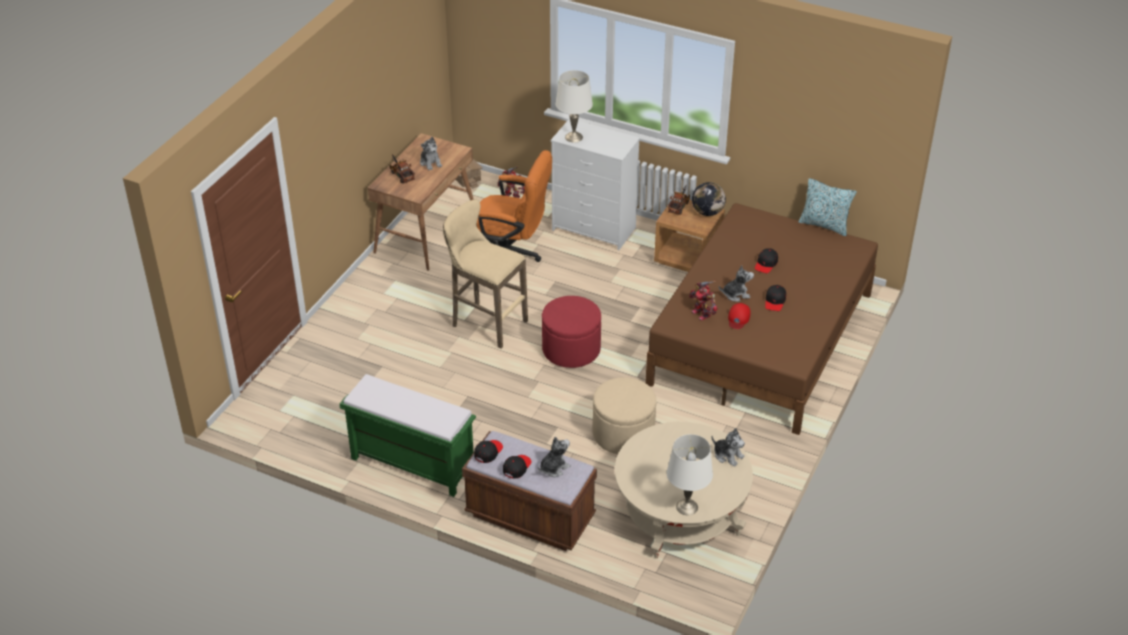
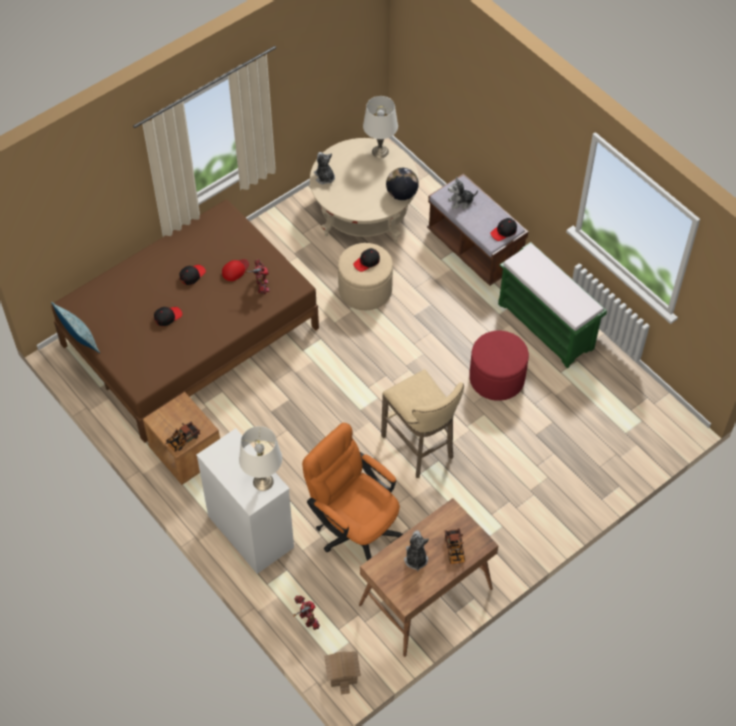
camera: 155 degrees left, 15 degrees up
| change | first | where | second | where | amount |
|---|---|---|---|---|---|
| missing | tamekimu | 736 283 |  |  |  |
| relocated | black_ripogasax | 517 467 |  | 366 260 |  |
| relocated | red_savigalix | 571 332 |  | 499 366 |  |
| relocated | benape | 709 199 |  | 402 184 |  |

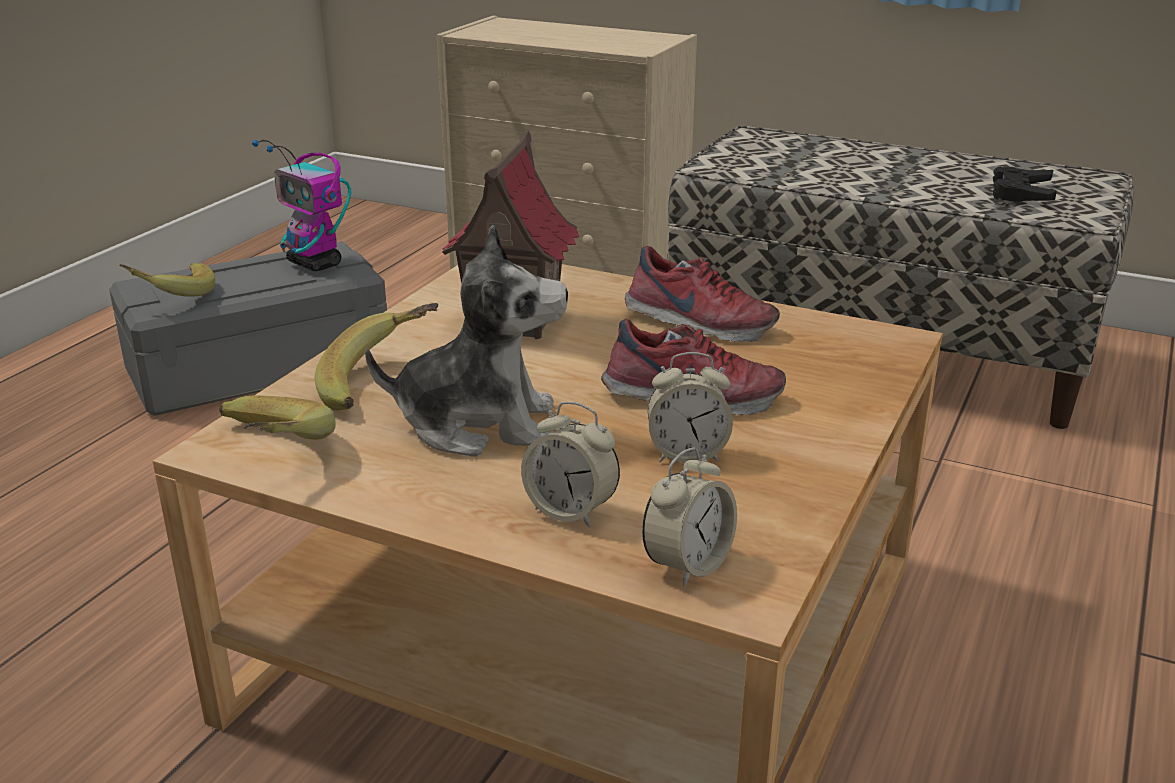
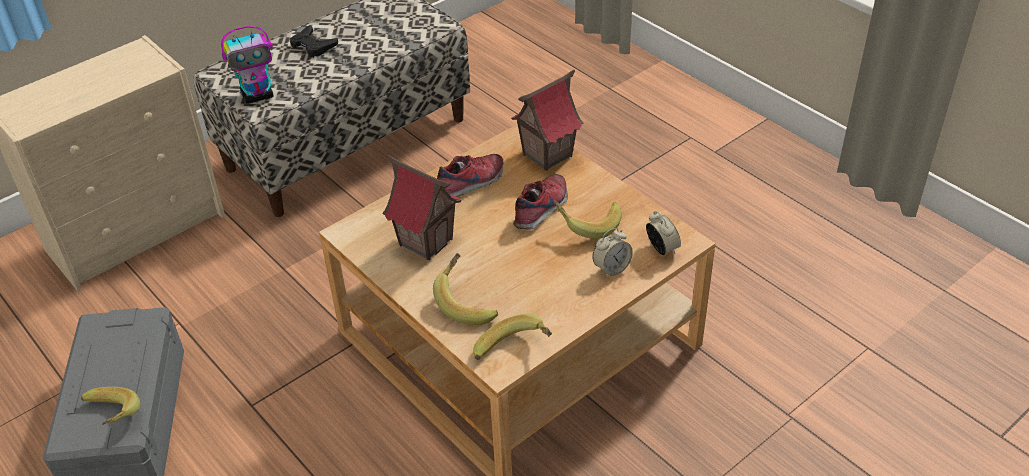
camera: 65 degrees left, 15 degrees up
| change | first | where | second | where | amount |
|---|---|---|---|---|---|
| missing | tamekimu | 466 340 |  |  |  |
| appeared |  |  | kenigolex | 547 120 |  |
| relocated | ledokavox | 301 205 |  | 247 65 |  |
| relocated | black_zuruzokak | 1025 184 |  | 313 41 |  |
| exchanged | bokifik | 690 407 | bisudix | 587 219 |  |

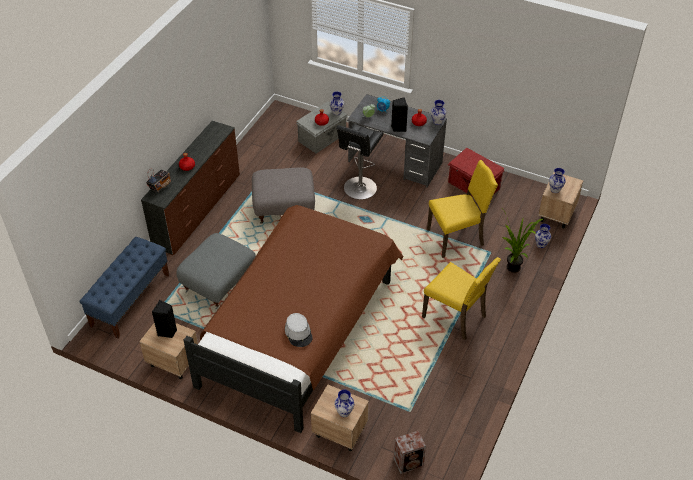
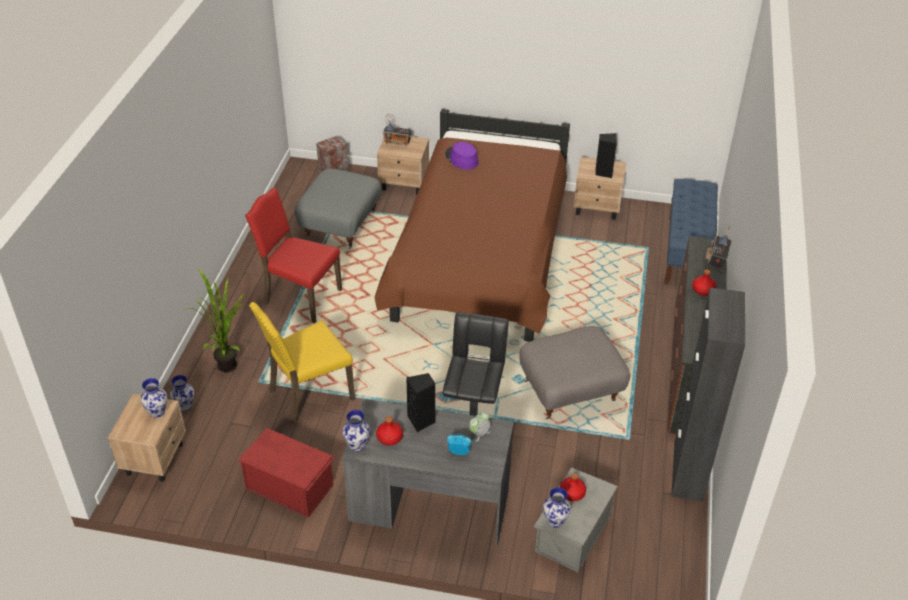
camera: 165 degrees right, 5 degrees down
| change | first | where | second | where | amount |
|---|---|---|---|---|---|
| appeared |  |  | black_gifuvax | 708 394 |  |
| relocated | grey_savigalix | 216 271 |  | 338 208 |  |
| exchanged | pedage | 344 403 | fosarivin | 397 130 |  |
| colour | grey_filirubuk | 299 330 | purple_filirubuk | 462 156 |  |
| colour | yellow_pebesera | 461 298 | red_pebesera | 293 255 |  |

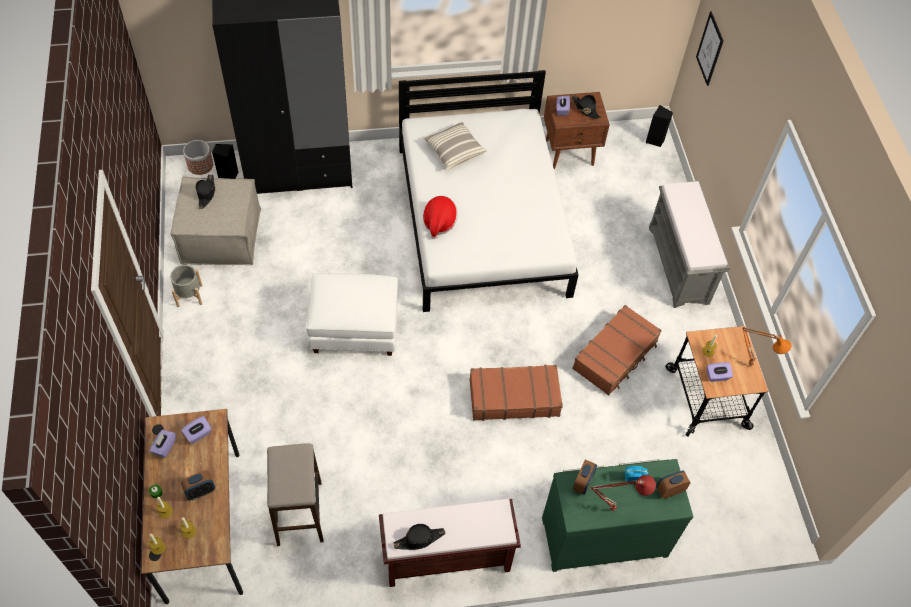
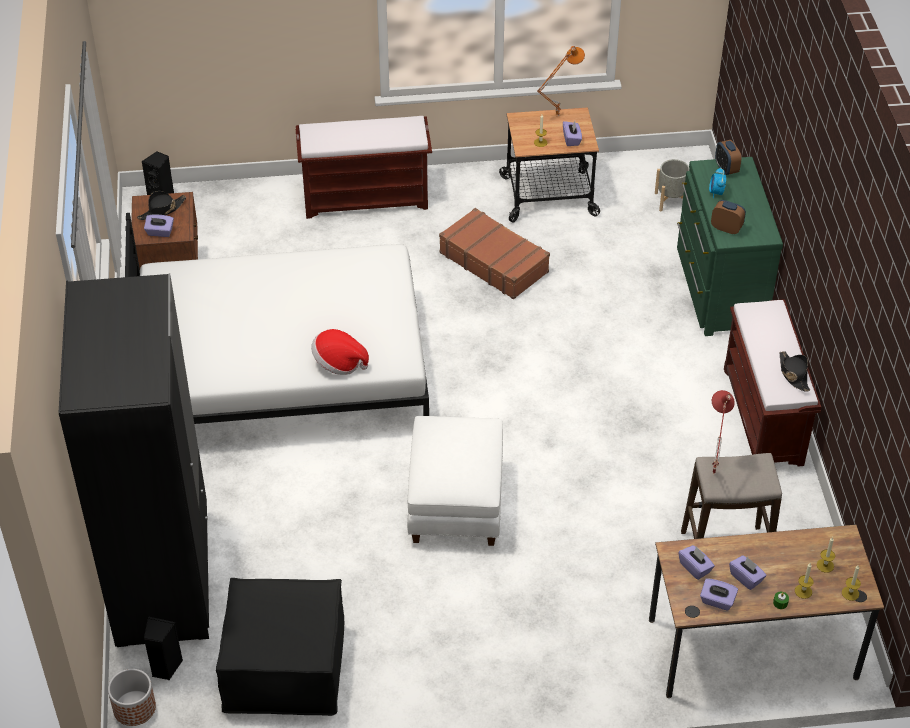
camera: 85 degrees left, 10 degrees down
| change | first | where | second | where | amount |
|---|---|---|---|---|---|
| missing | bokifik | 198 485 |  |  |  |
| missing | black_filirubuk | 205 192 |  |  |  |
| missing | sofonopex | 455 146 |  |  |  |
| missing | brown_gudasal | 516 393 |  |  |  |
| missing | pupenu | 709 48 |  |  |  |
| appeared |  |  | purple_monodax | 747 572 |  |
| relocated | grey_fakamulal | 186 286 |  | 672 185 |  |
| relocated | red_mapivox | 623 493 |  | 723 431 |  |
| colour | beige_savigalix | 215 220 | black_savigalix | 280 647 |  |
| colour | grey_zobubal | 689 244 | brown_zobubal | 364 167 |  |

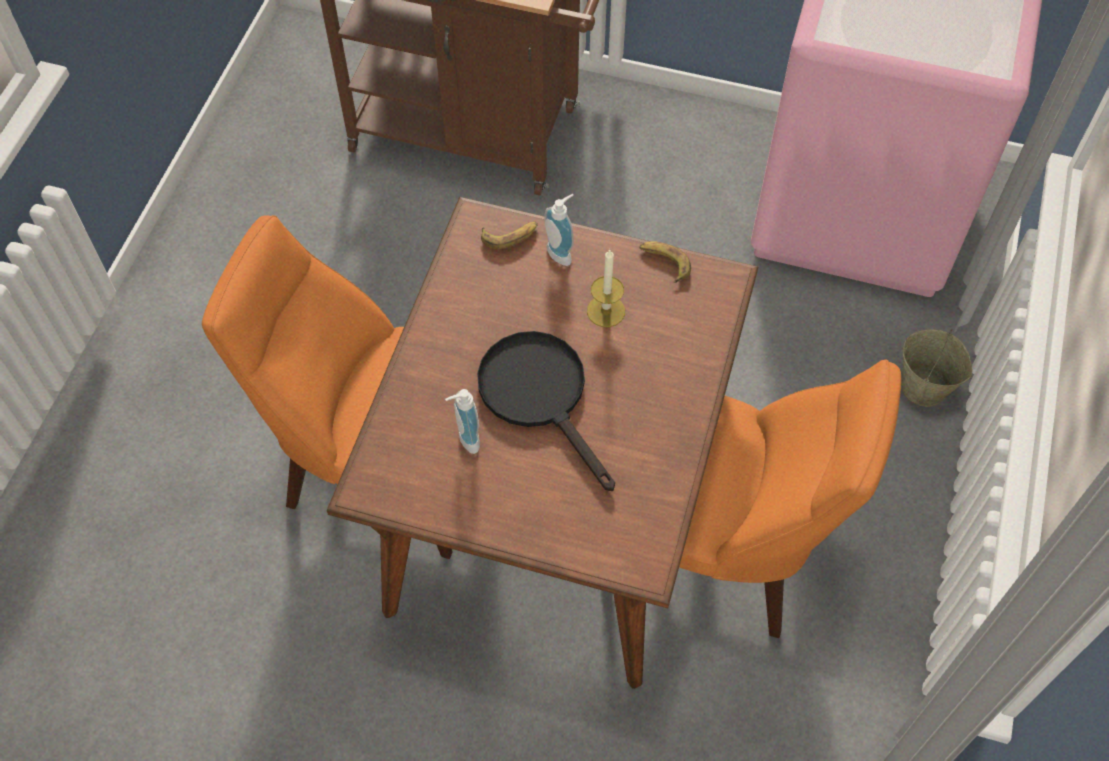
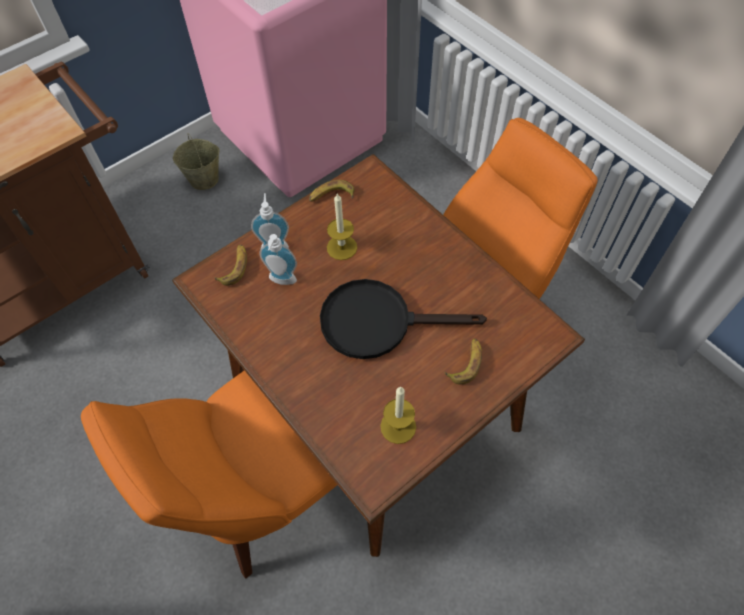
camera: 55 degrees left, 0 degrees up
| change | first | where | second | where | amount |
|---|---|---|---|---|---|
| appeared |  |  | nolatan | 398 415 |  |
| appeared |  |  | bisudix | 463 361 |  |
| relocated | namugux | 462 421 |  | 278 259 |  |
| relocated | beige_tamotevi | 936 368 |  | 196 161 |  |

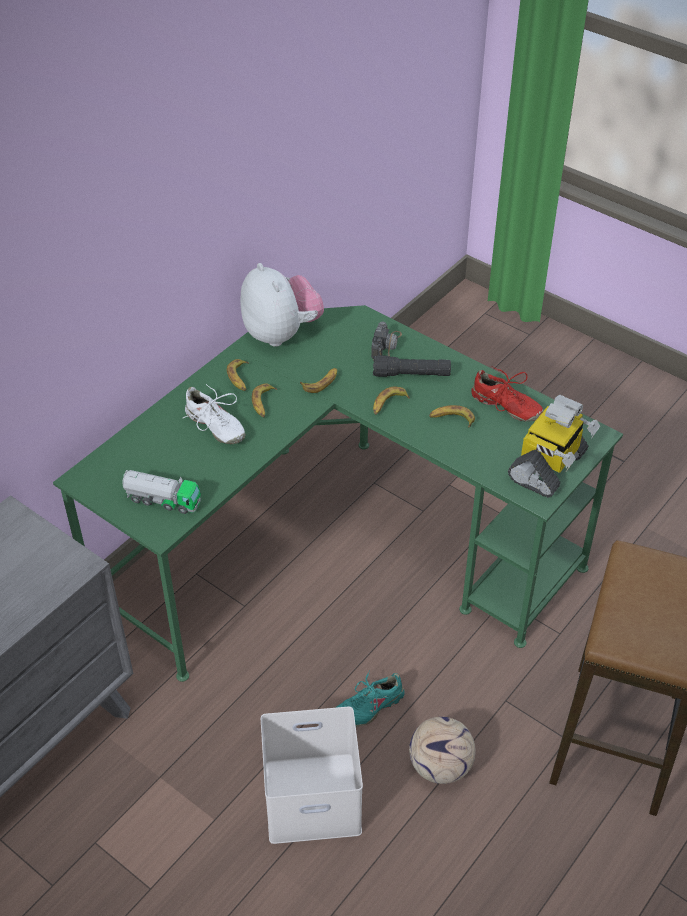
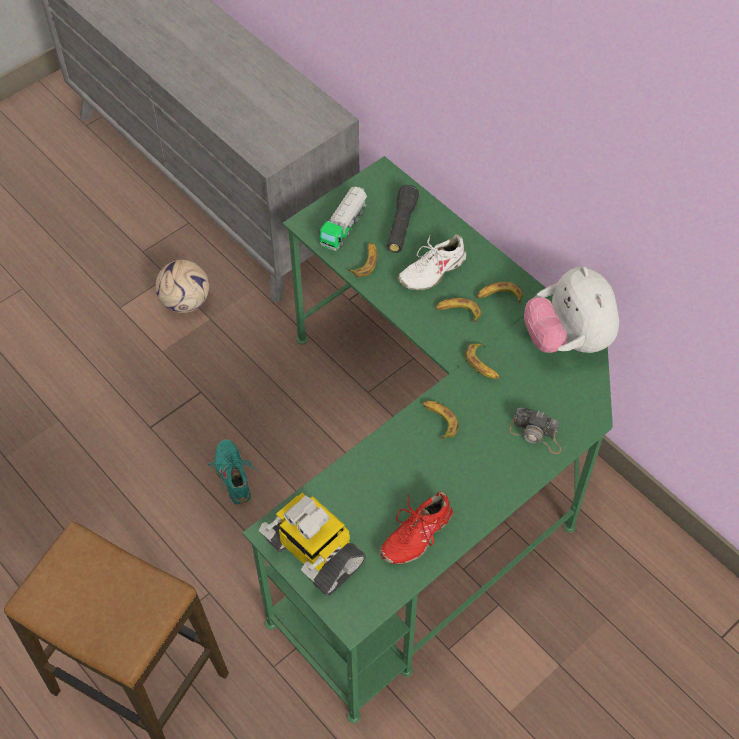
camera: 100 degrees right, 10 degrees up
| change | first | where | second | where | amount |
|---|---|---|---|---|---|
| missing | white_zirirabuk | 312 775 |  |  |  |
| relocated | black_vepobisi | 412 366 |  | 403 219 |  |
| relocated | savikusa | 442 750 |  | 182 286 |  |
| relocated | bisudix | 452 416 |  | 362 260 |  |
| spun | tamekimu | 282 305 |  | 571 309 | 90 degrees clockwise |

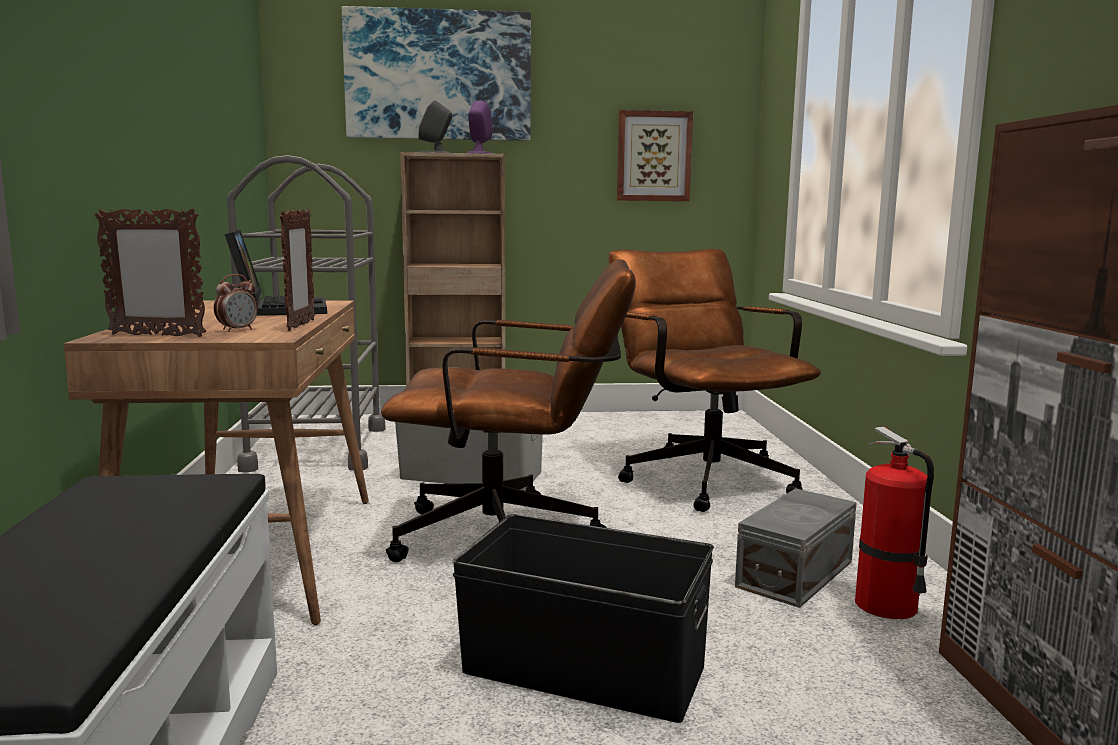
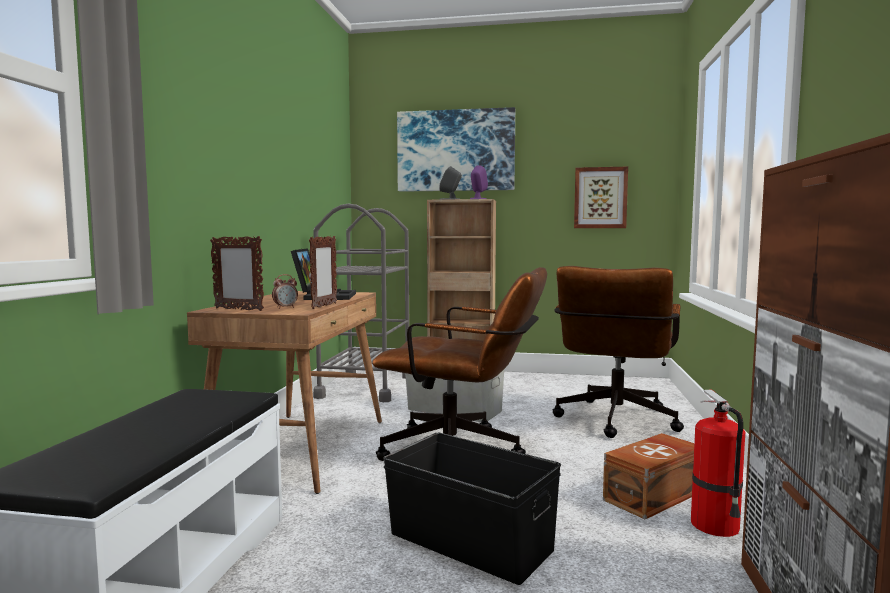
camera: 15 degrees right, 5 degrees down
| change | first | where | second | where | amount |
|---|---|---|---|---|---|
| colour | grey_zirirabuk | 796 548 | brown_zirirabuk | 648 476 |  |
| spun | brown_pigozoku | 714 380 |  | 618 352 | 150 degrees counterclockwise |

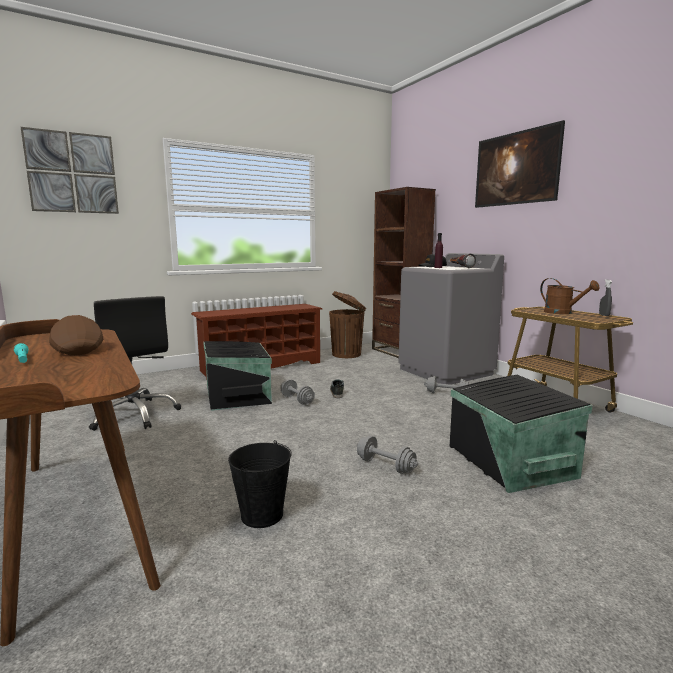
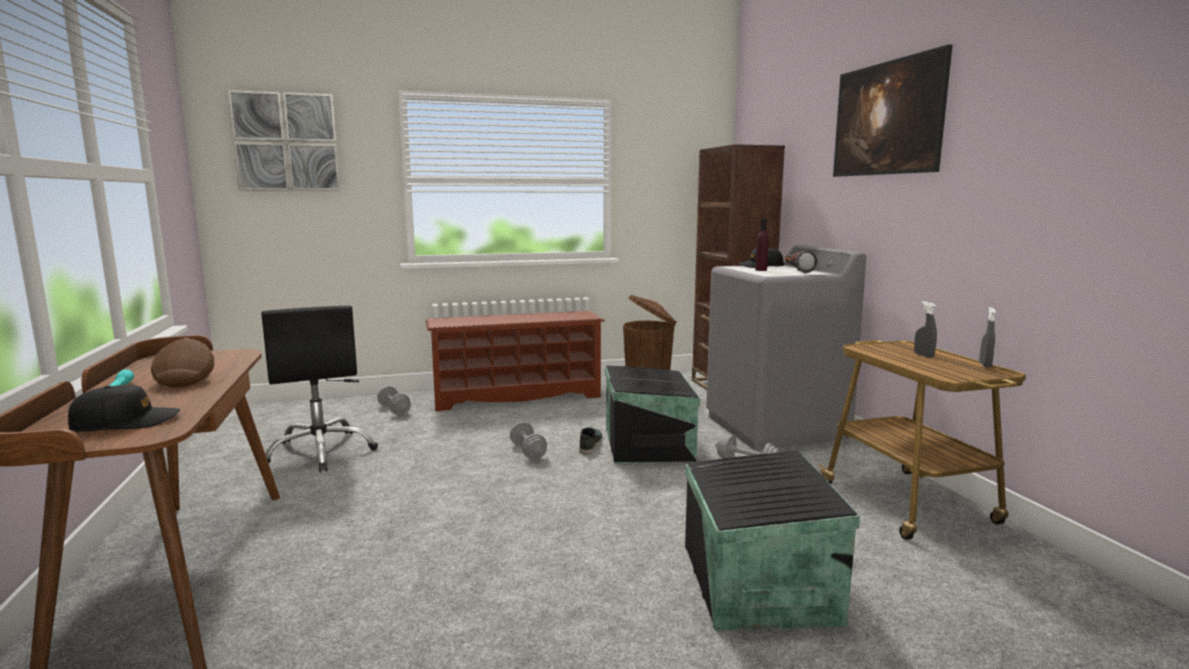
camera: 15 degrees right, 0 degrees up
| change | first | where | second | where | amount |
|---|---|---|---|---|---|
| missing | black_tamotevi | 260 484 |  |  |  |
| appeared |  |  | black_ripogasax | 124 408 |  |
| relocated | black_zirirabuk | 237 376 |  | 652 415 |  |
| relocated | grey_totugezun | 387 455 |  | 394 400 |  |
| exchanged | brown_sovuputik | 570 296 | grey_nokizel | 925 329 |  |

